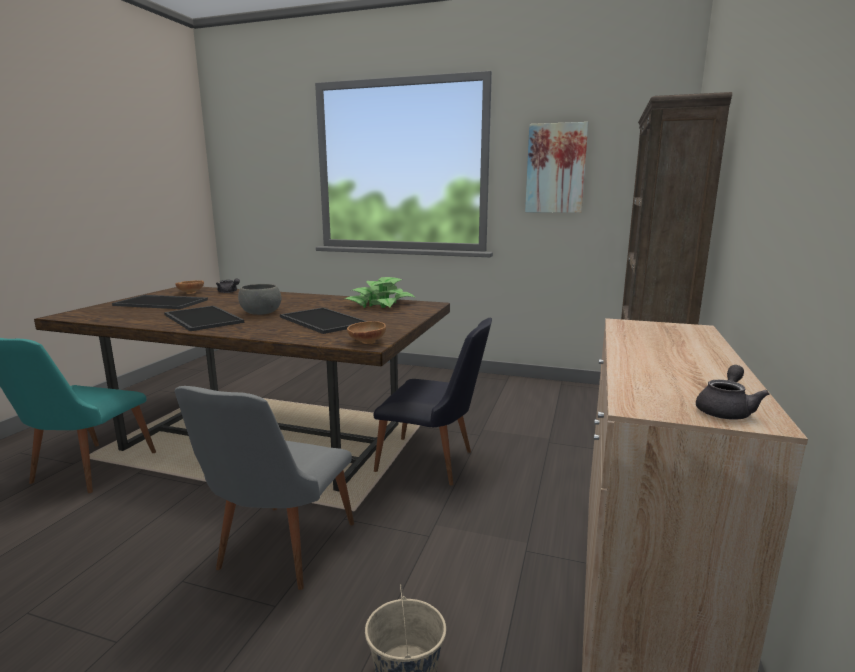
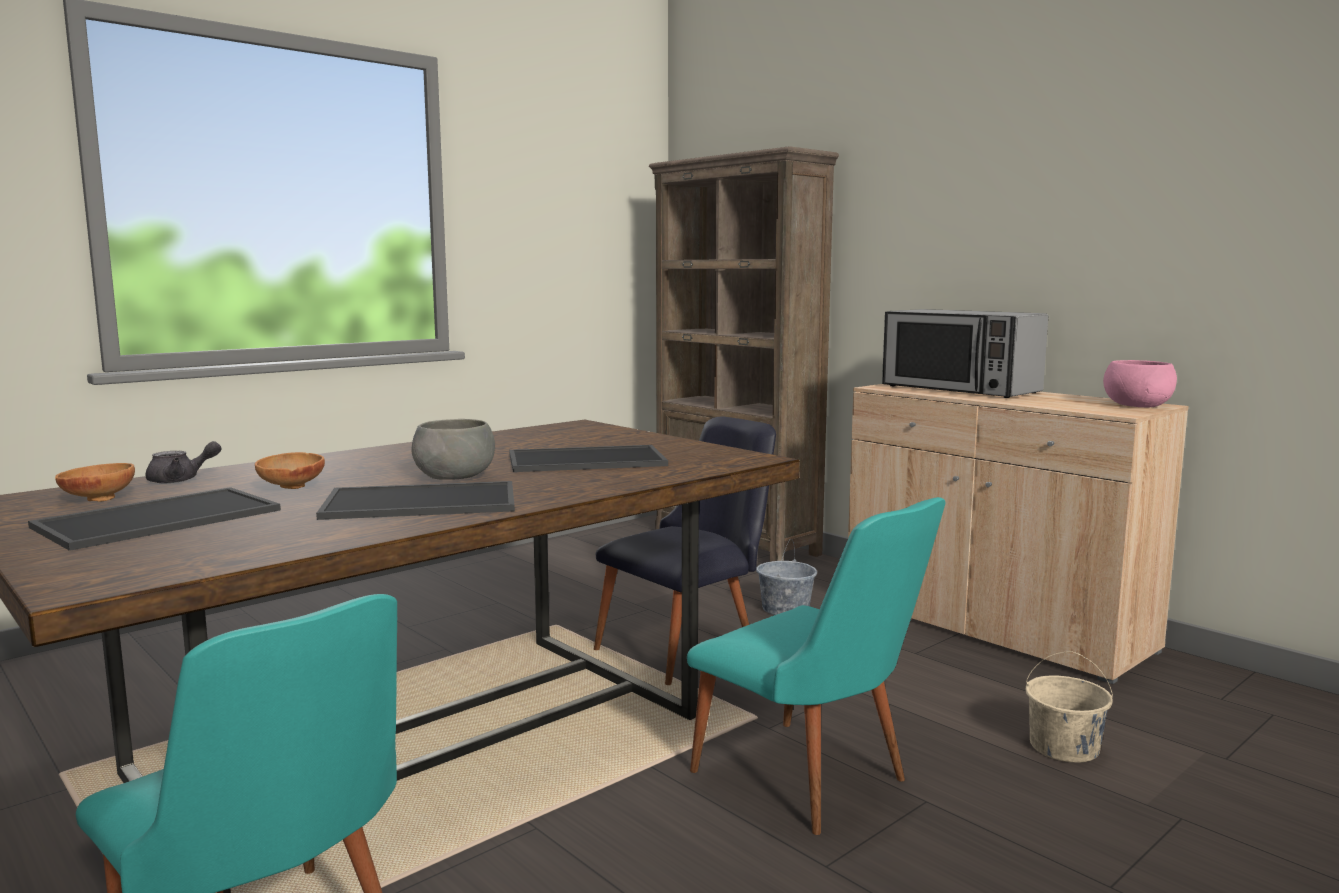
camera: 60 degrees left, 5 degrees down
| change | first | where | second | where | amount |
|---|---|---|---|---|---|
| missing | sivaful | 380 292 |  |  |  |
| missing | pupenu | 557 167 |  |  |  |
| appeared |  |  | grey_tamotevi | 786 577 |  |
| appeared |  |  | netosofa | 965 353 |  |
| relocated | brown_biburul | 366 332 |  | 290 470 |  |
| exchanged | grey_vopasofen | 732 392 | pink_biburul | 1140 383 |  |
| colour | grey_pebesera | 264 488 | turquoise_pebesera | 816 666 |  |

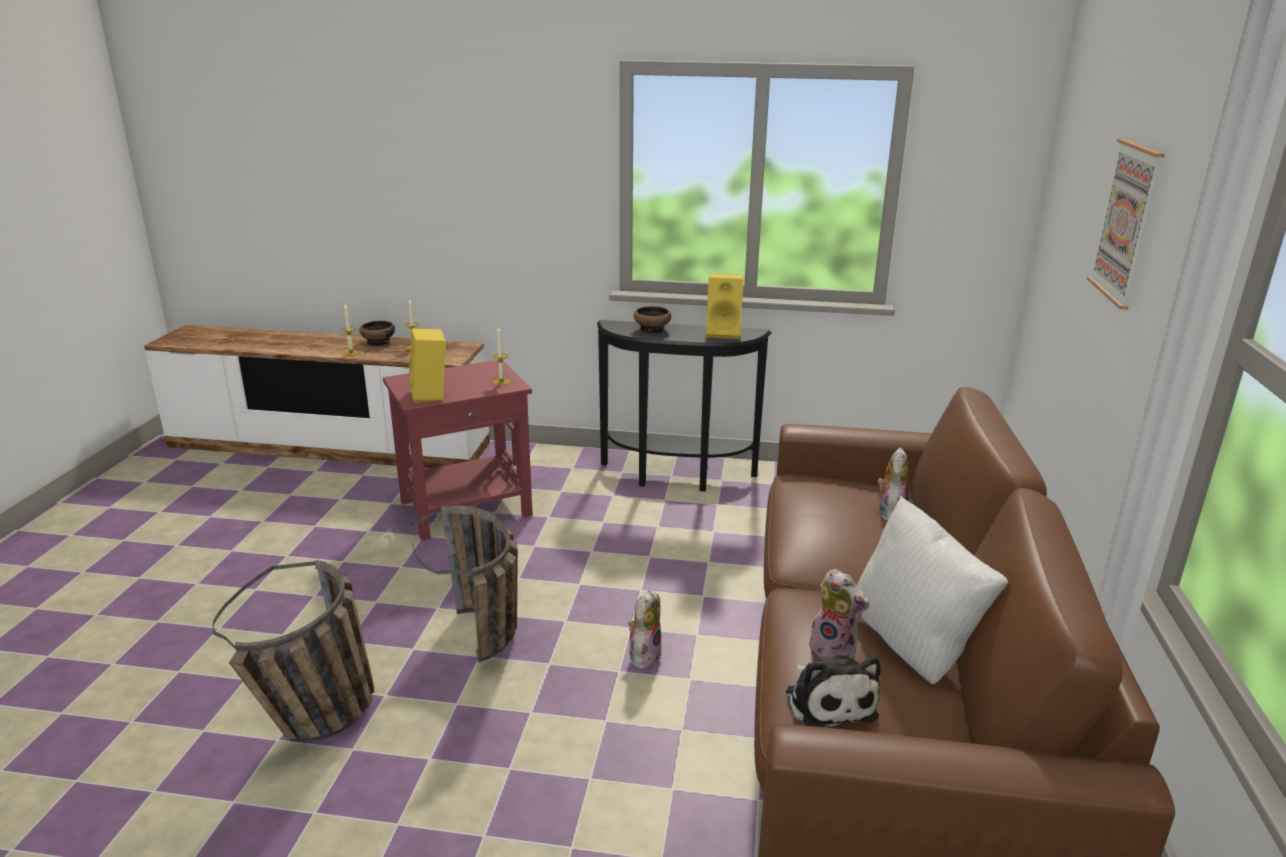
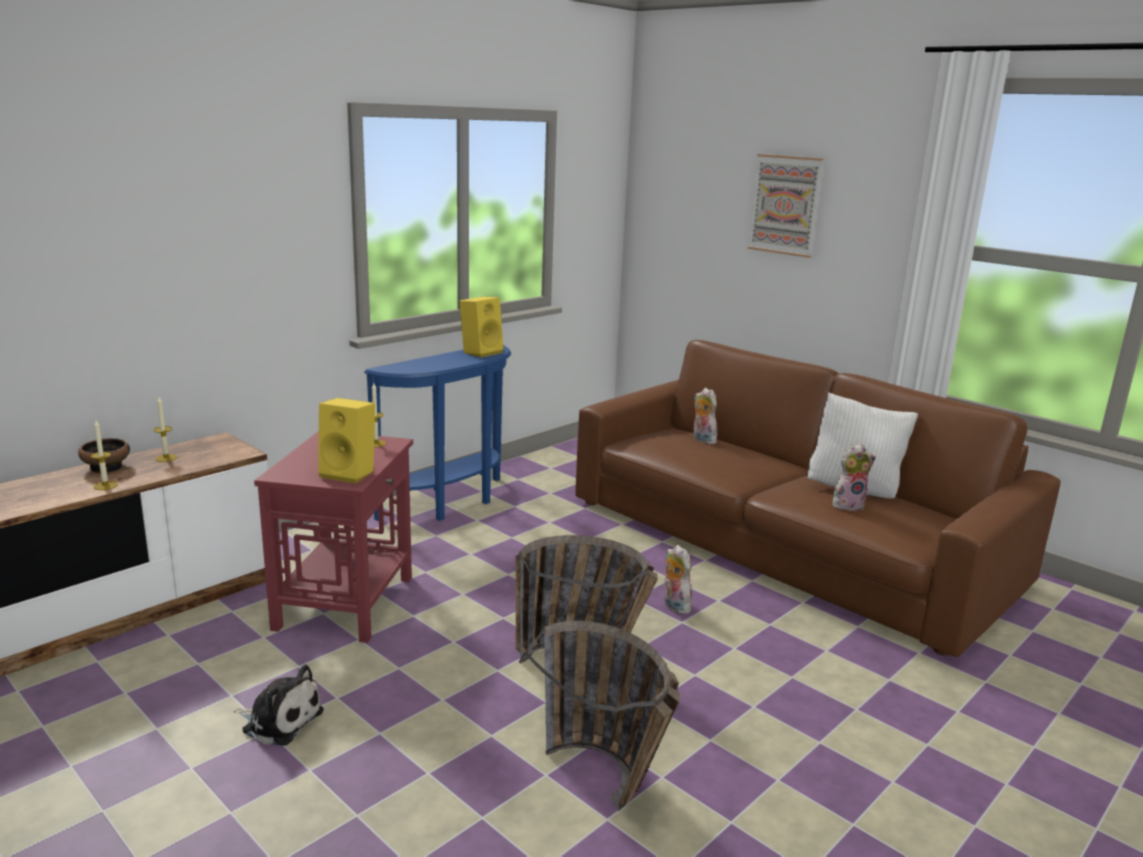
camera: 55 degrees left, 5 degrees down
| change | first | where | second | where | amount |
|---|---|---|---|---|---|
| missing | biburul | 652 319 |  |  |  |
| relocated | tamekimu | 833 691 |  | 279 705 |  |
| colour | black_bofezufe | 684 405 | blue_bofezufe | 437 433 |  |

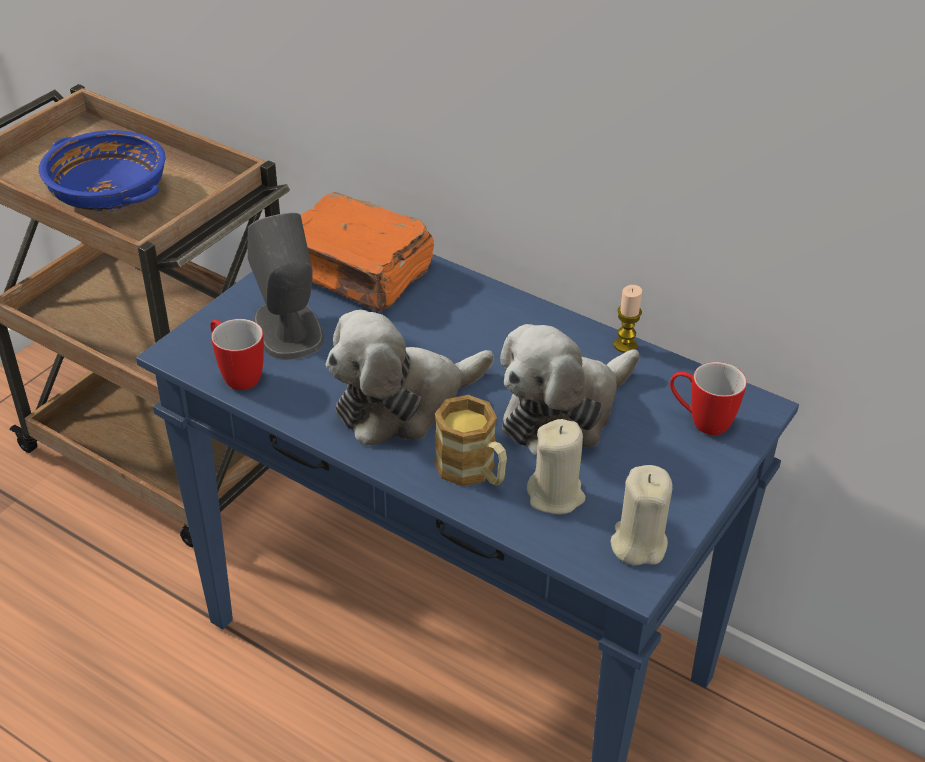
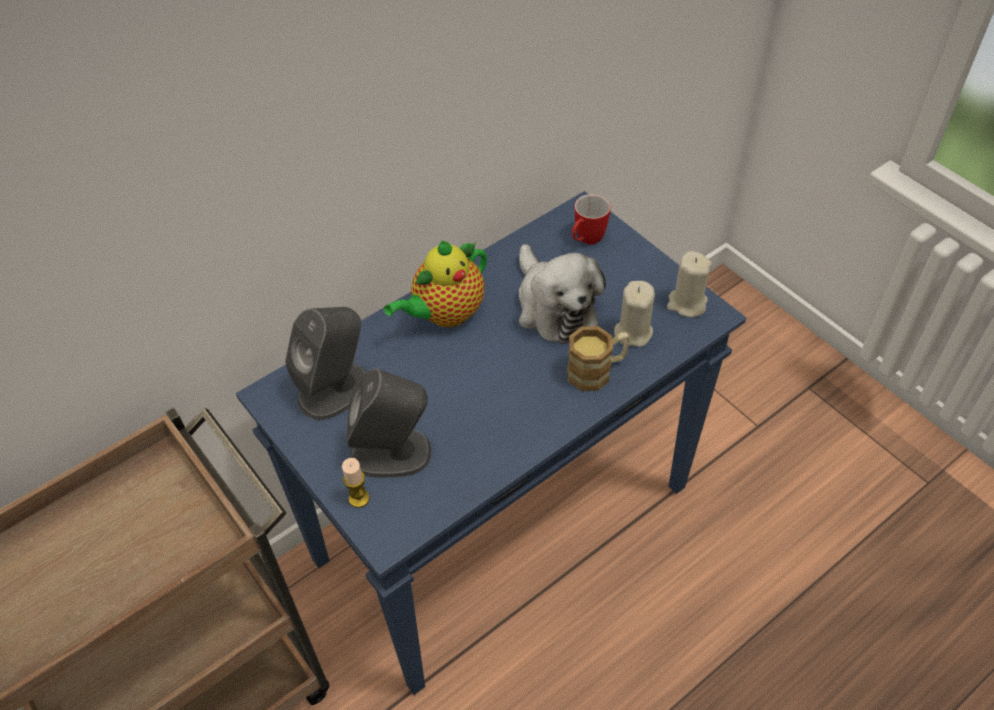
camera: 70 degrees left, 10 degrees up
| change | first | where | second | where | amount |
|---|---|---|---|---|---|
| missing | blue_biburul | 102 170 |  |  |  |
| missing | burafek | 237 354 |  |  |  |
| missing | tamekimu | 410 378 |  |  |  |
| appeared |  |  | vopasofen | 435 284 |  |
| relocated | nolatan | 628 319 |  | 356 483 |  |
| exchanged | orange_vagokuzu | 367 252 | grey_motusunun | 326 363 |  |

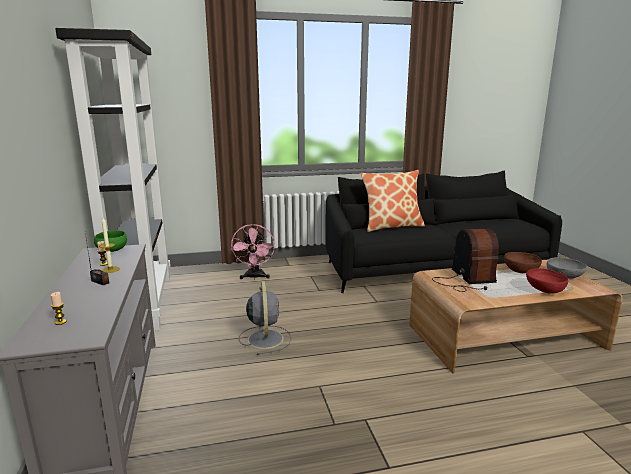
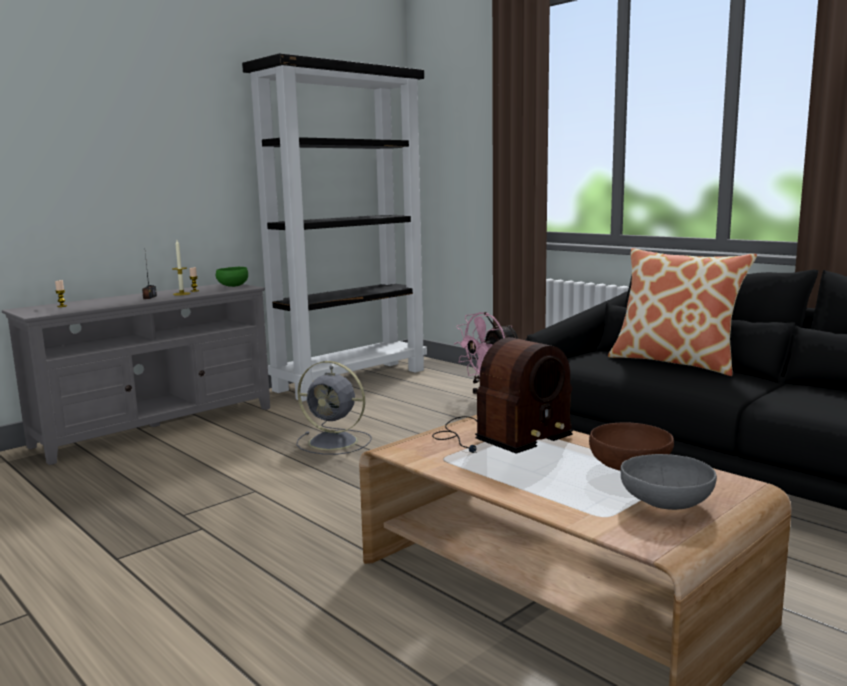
camera: 60 degrees right, 5 degrees down
| change | first | where | second | where | amount |
|---|---|---|---|---|---|
| missing | red_biburul | 547 280 |  |  |  |
| spun | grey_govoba | 265 318 |  | 334 408 | 60 degrees clockwise |

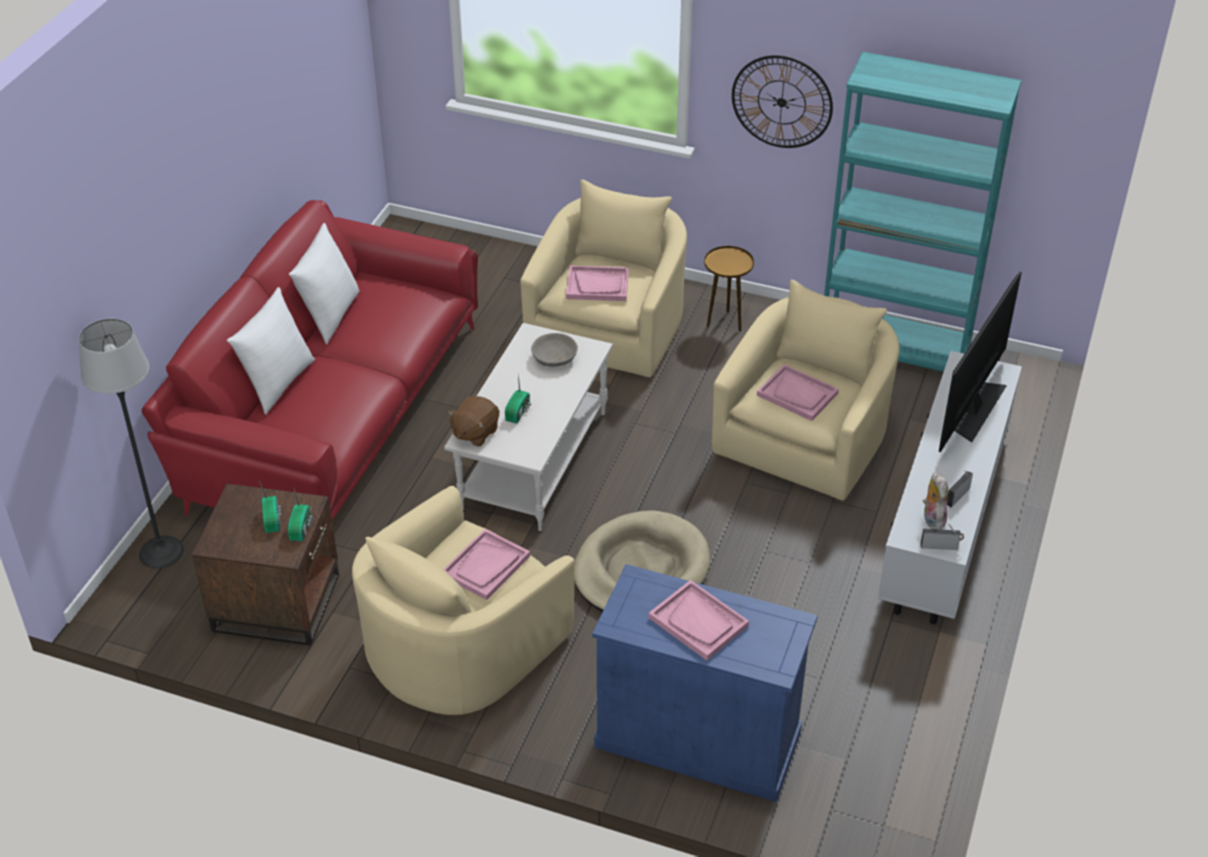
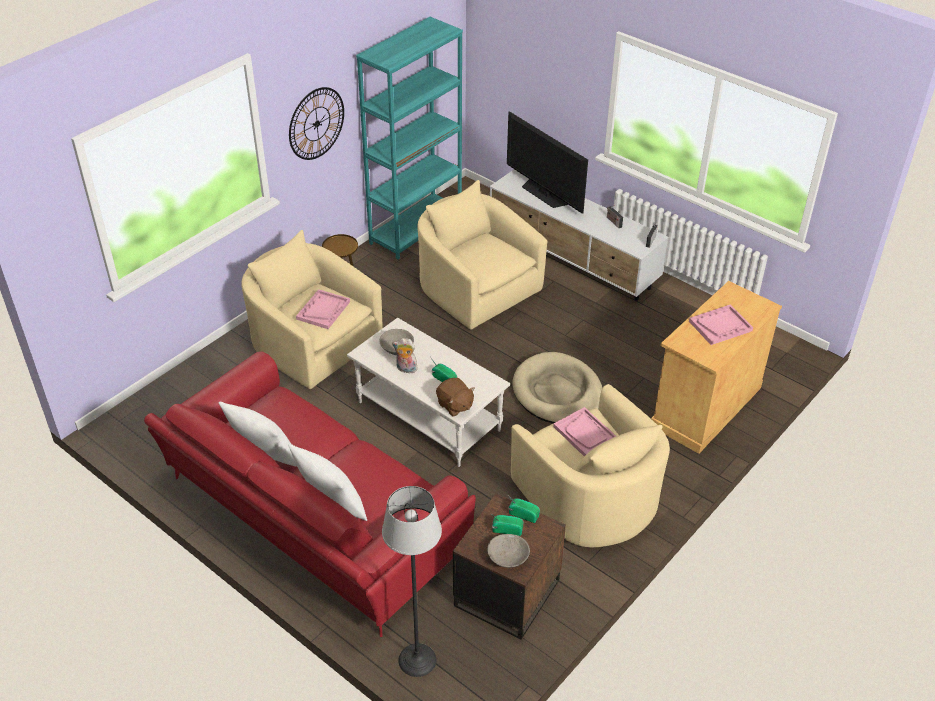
camera: 70 degrees left, 0 degrees up
| change | first | where | second | where | amount |
|---|---|---|---|---|---|
| missing | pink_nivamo | 798 392 |  |  |  |
| appeared |  |  | grey_biburul | 508 551 |  |
| relocated | tamekimu | 935 501 |  | 405 355 |  |
| colour | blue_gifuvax | 705 683 | beige_gifuvax | 716 367 |  |

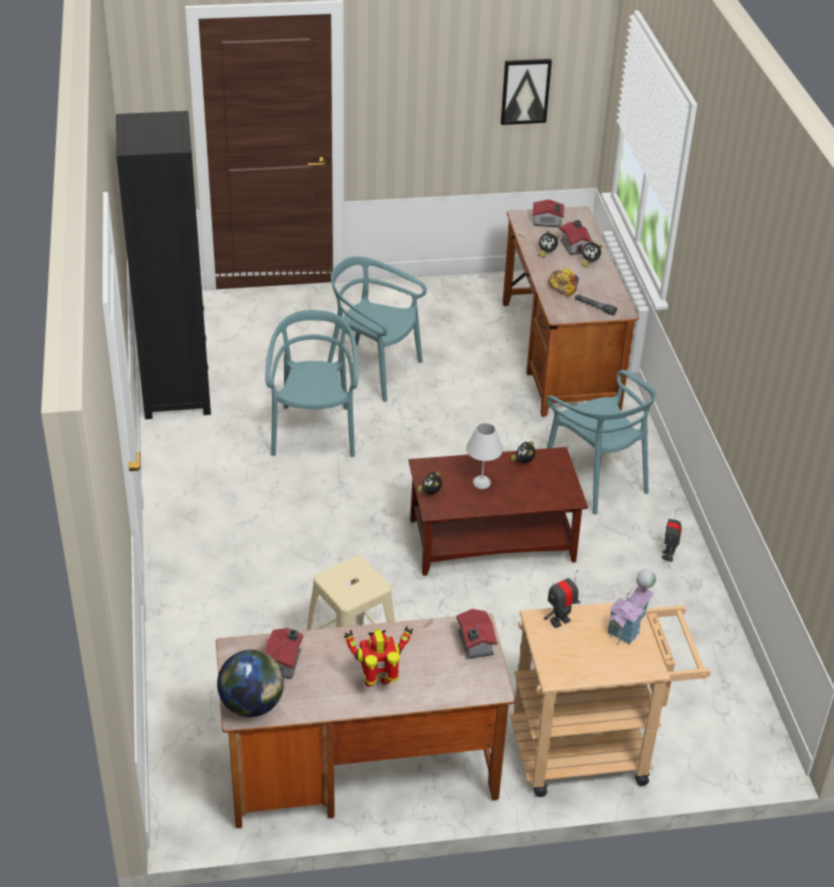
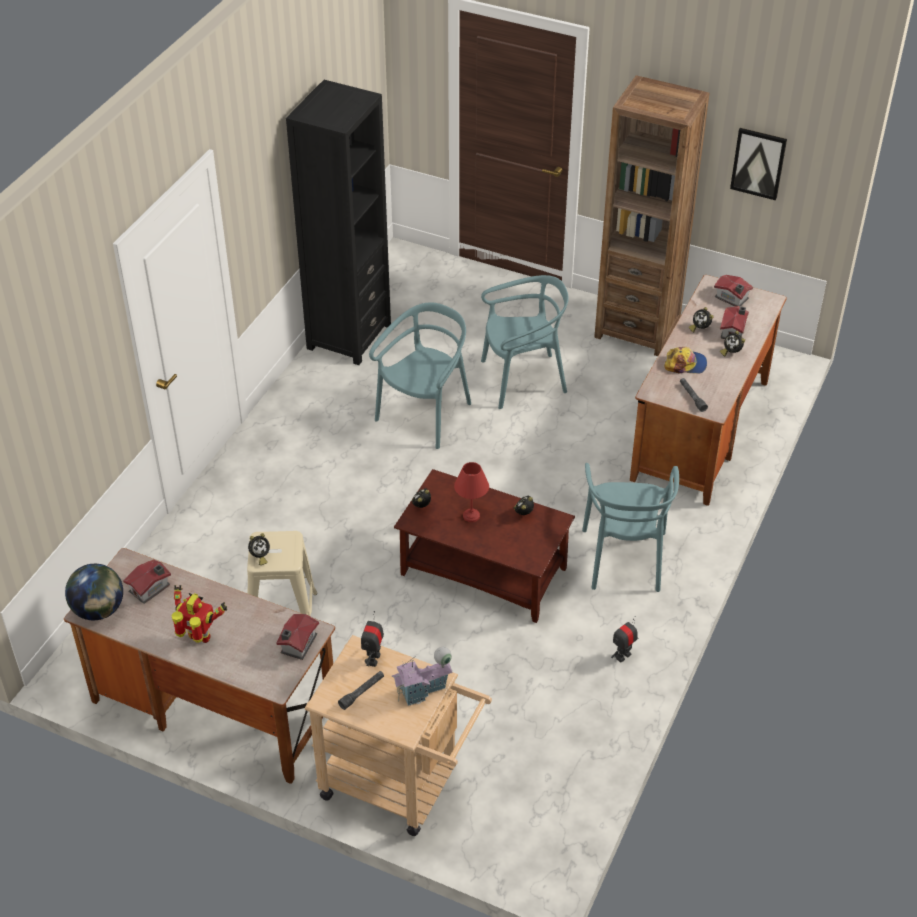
camera: 35 degrees right, 5 degrees up
| change | first | where | second | where | amount |
|---|---|---|---|---|---|
| appeared |  |  | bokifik | 259 549 |  |
| appeared |  |  | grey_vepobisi | 361 690 |  |
| appeared |  |  | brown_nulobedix | 651 215 |  |
| colour | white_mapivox | 484 456 | red_mapivox | 471 492 |  |
| spun | turquoise_pebesera | 377 329 |  | 525 342 | 105 degrees clockwise |
| spun | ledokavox | 562 599 |  | 372 639 | 75 degrees counterclockwise |
| spun | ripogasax | 563 282 |  | 685 360 | 45 degrees clockwise |

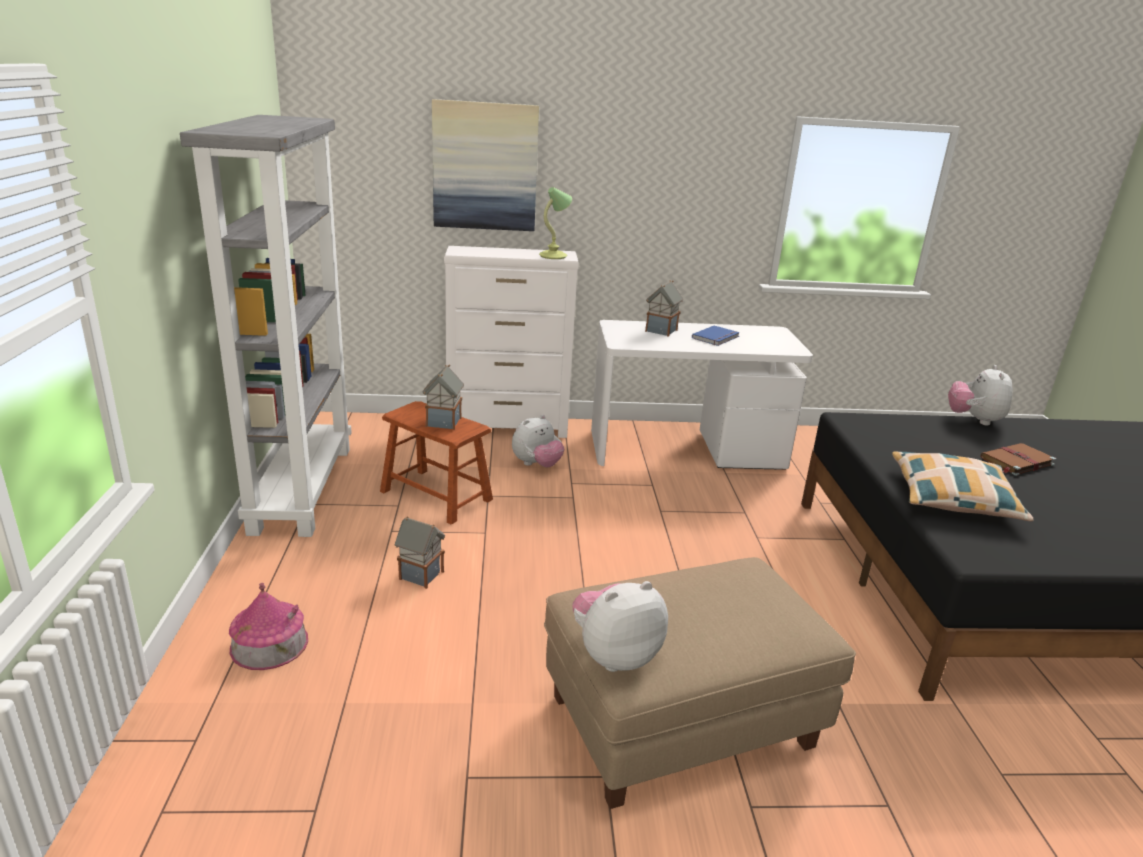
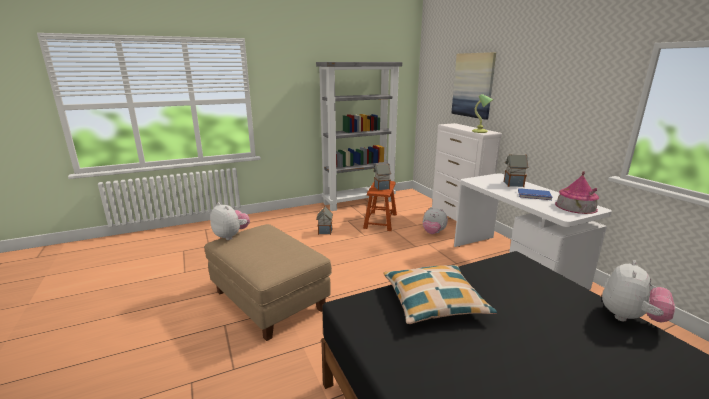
camera: 70 degrees right, 5 degrees down
| change | first | where | second | where | amount |
|---|---|---|---|---|---|
| missing | brown_vagokuzu | 1018 459 |  |  |  |
| relocated | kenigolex | 268 626 |  | 577 192 |  |
| spun | tamekimu | 980 395 |  | 638 291 | 135 degrees clockwise |

